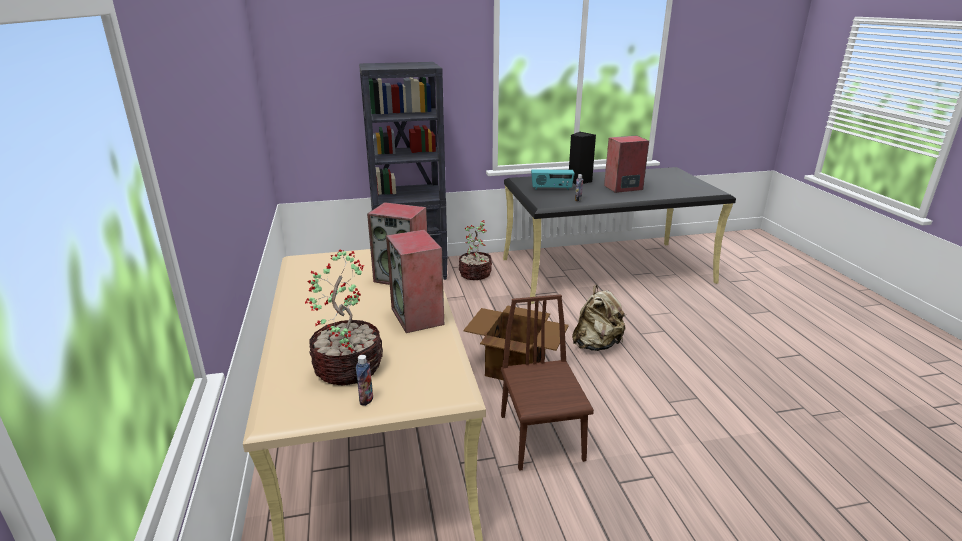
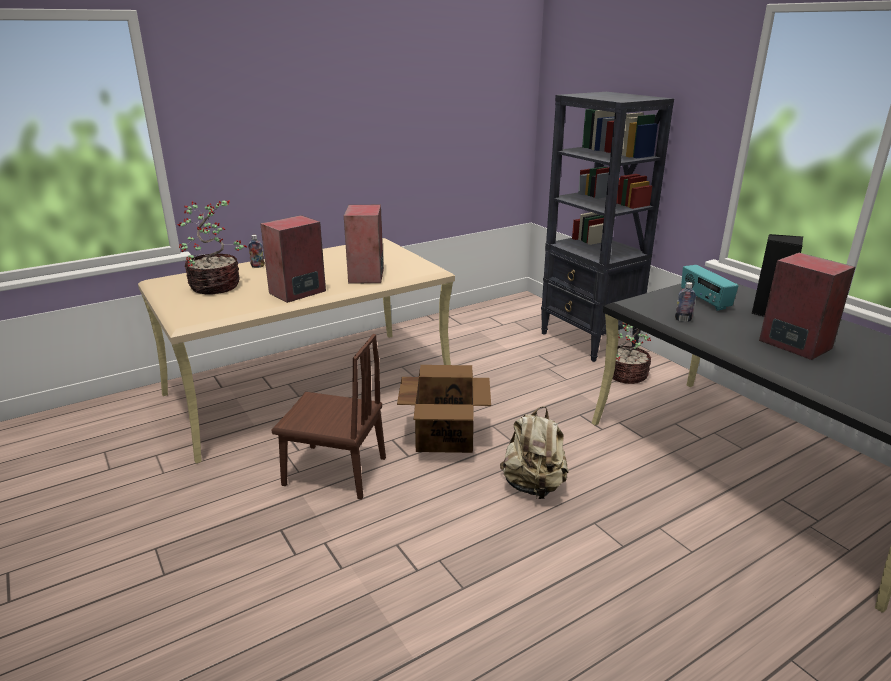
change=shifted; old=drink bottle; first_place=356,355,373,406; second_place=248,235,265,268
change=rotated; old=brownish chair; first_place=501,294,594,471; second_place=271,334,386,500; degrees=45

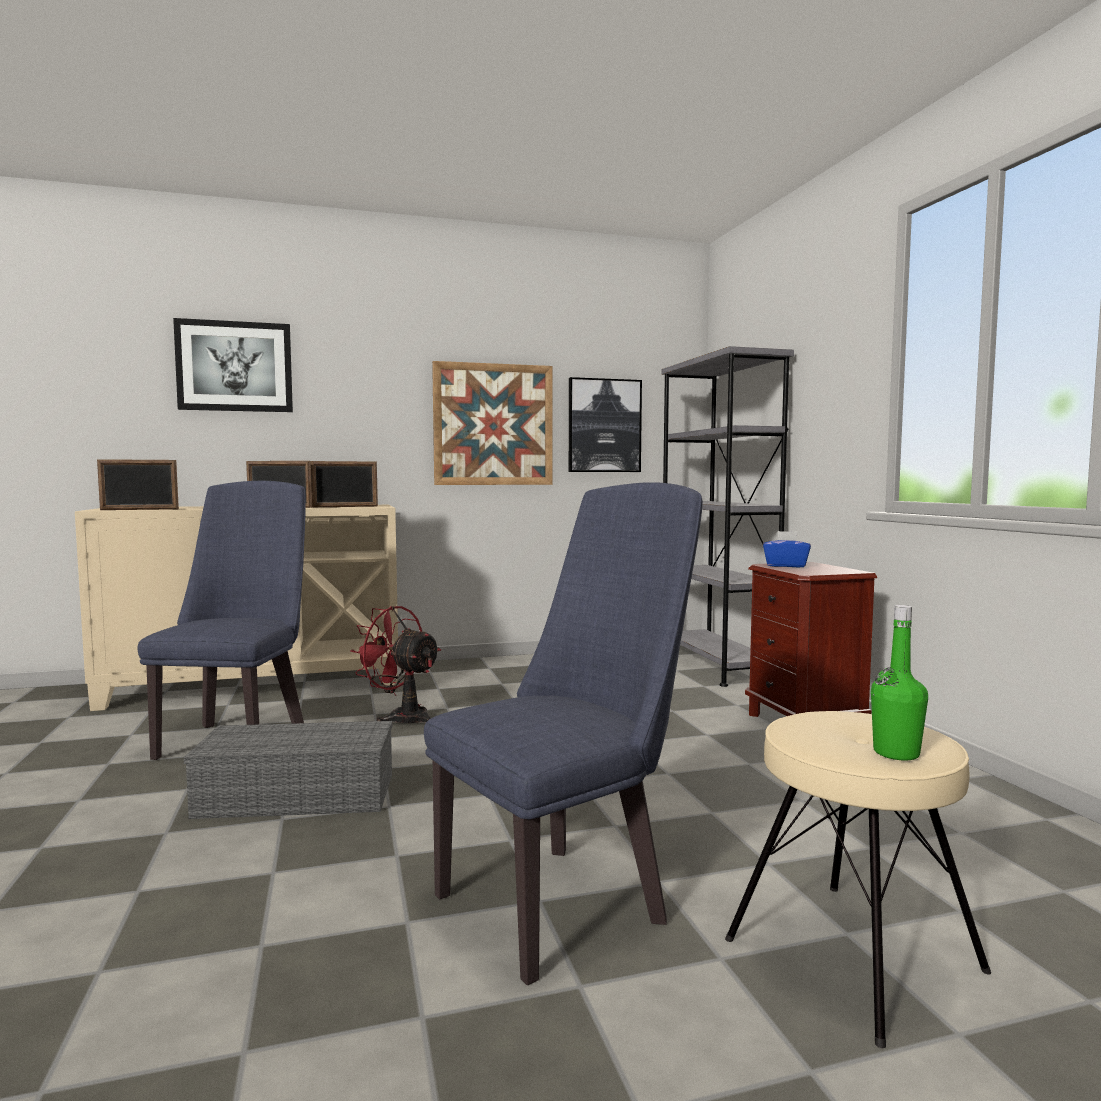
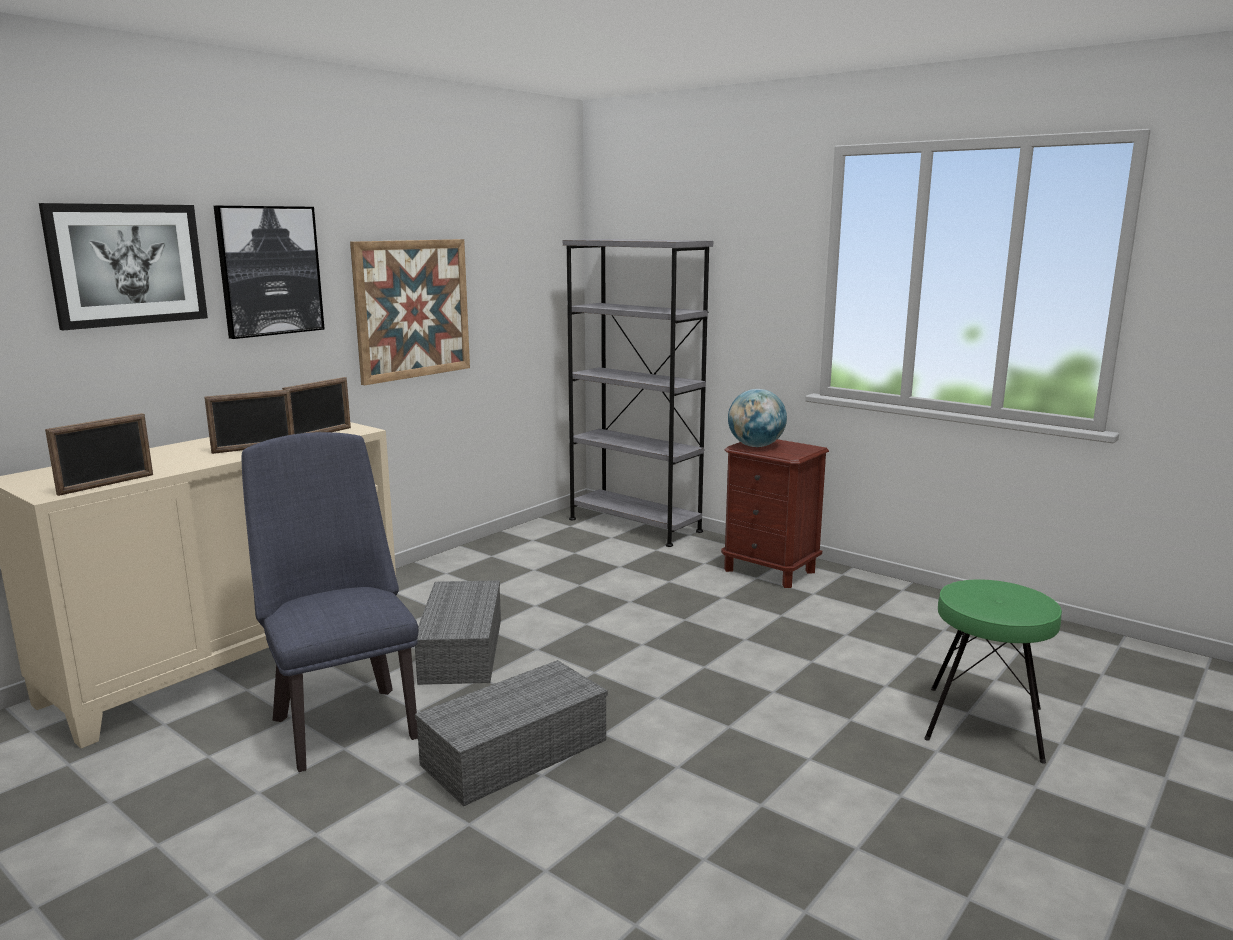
change=shifted; old=wall picture; first_place=569,377,642,472; second_place=214,206,325,339
change=swapped; old=red fan; new=greyish storage bin; first_place=350,606,441,723; second_place=415,580,501,685
change=swapped; old=blue-coloured tissue holder; new=desk globe; first_place=763,531,811,567; second_place=728,389,787,447
change=repainted; old=beige sitting stool; new=green sitting stool; first_place=725,711,991,1048; second_place=924,580,1062,764
change=gone; old=blue-coloured chair; first_place=424,482,703,985
change=gone; old=green drink bottle; first_place=871,605,928,761

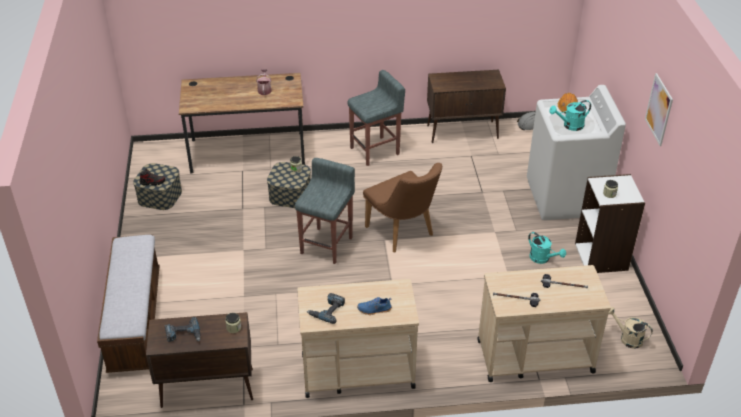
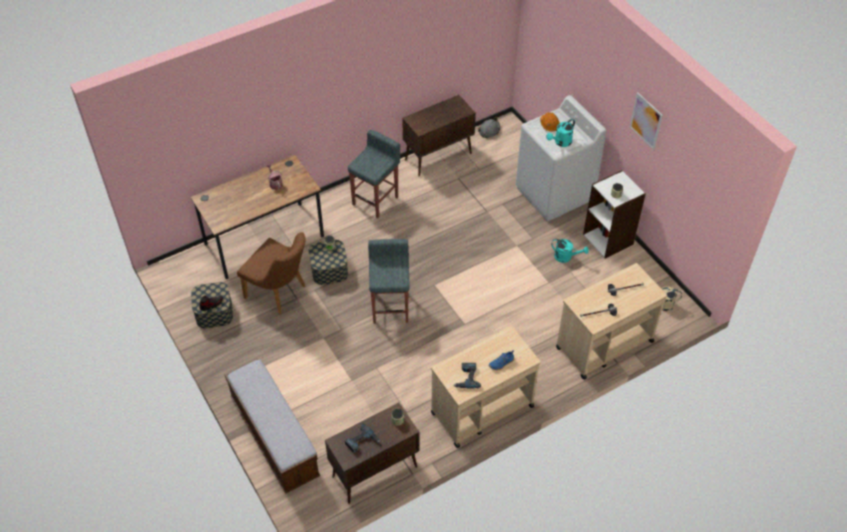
change=shifted; old=brownish chair; first_place=363,163,442,253; second_place=237,232,306,314

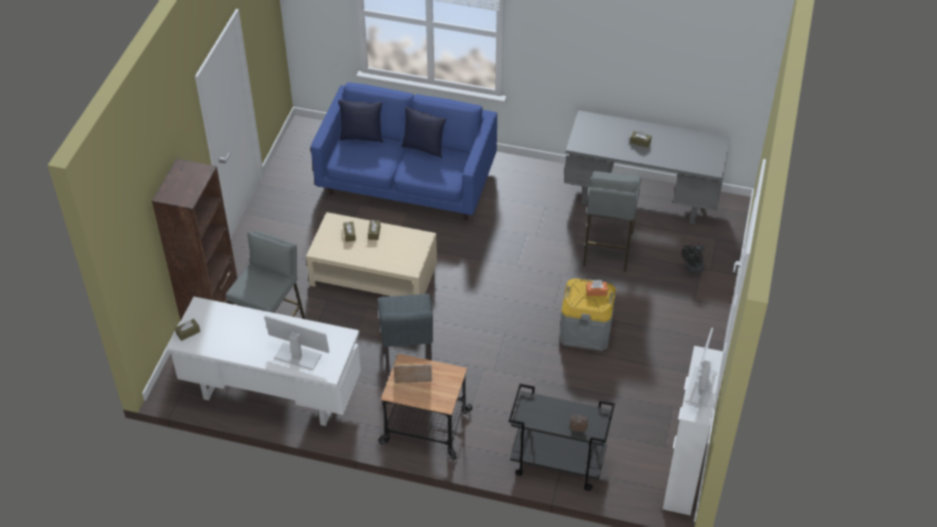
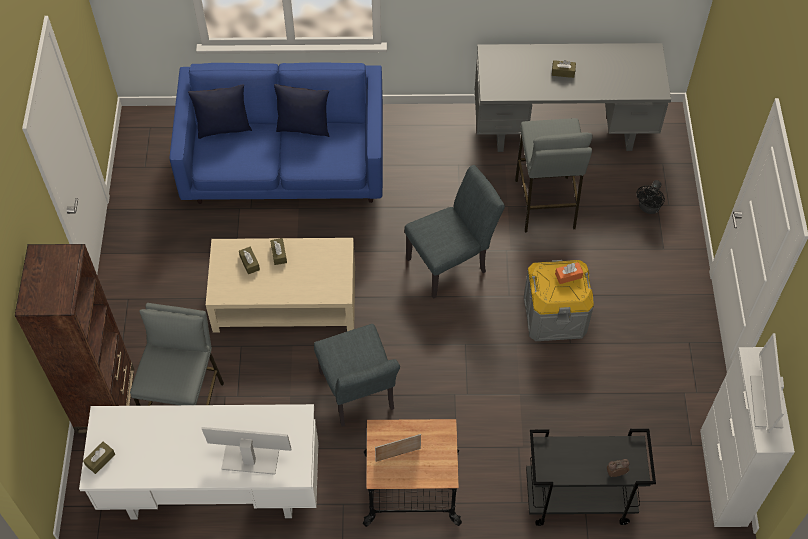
change=new; new=greyish chair; second_place=405,165,505,299

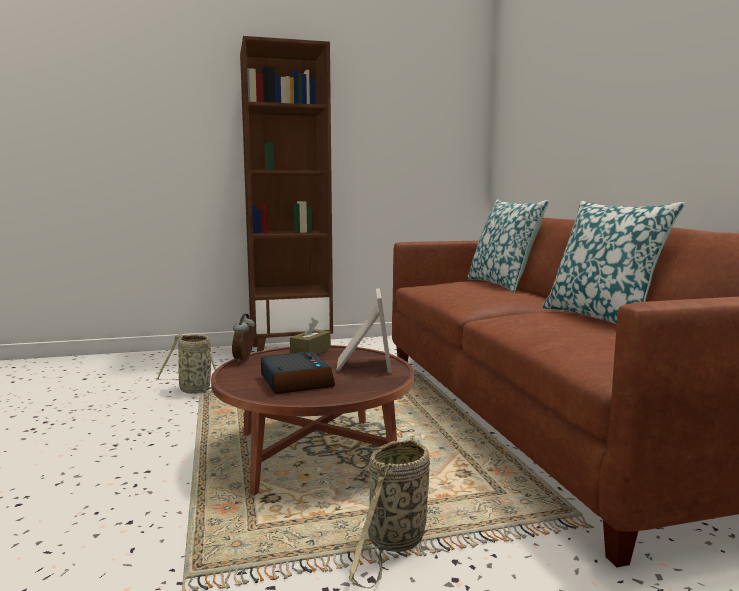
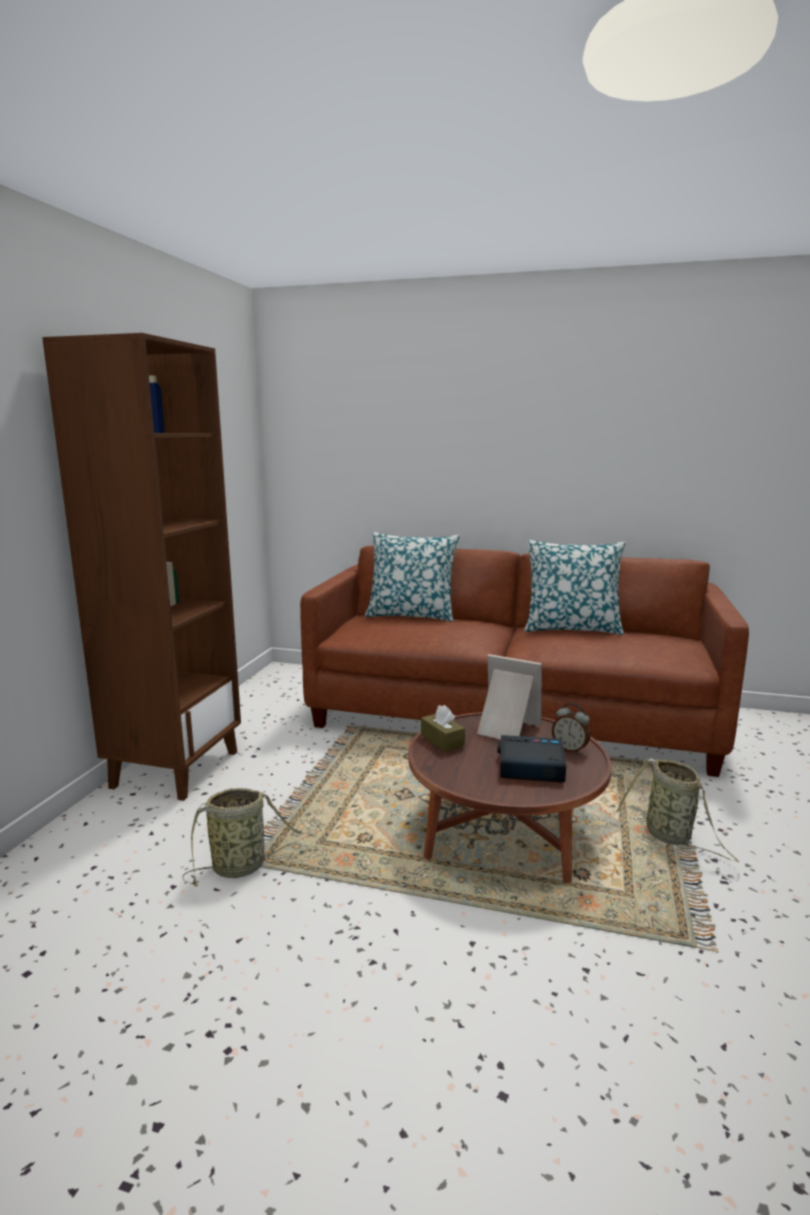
change=shifted; old=table clock; first_place=232,313,255,362; second_place=552,703,591,754

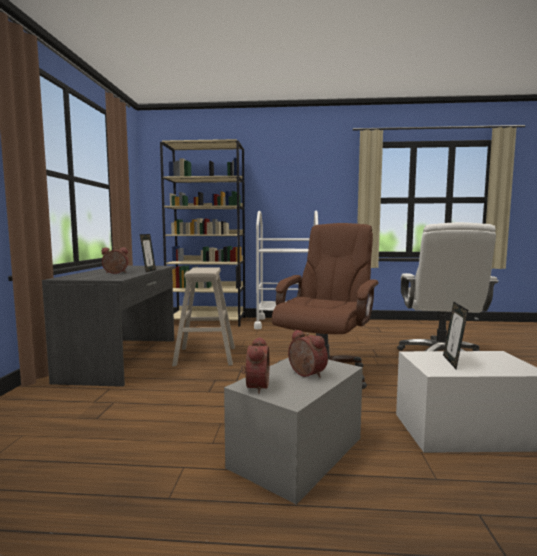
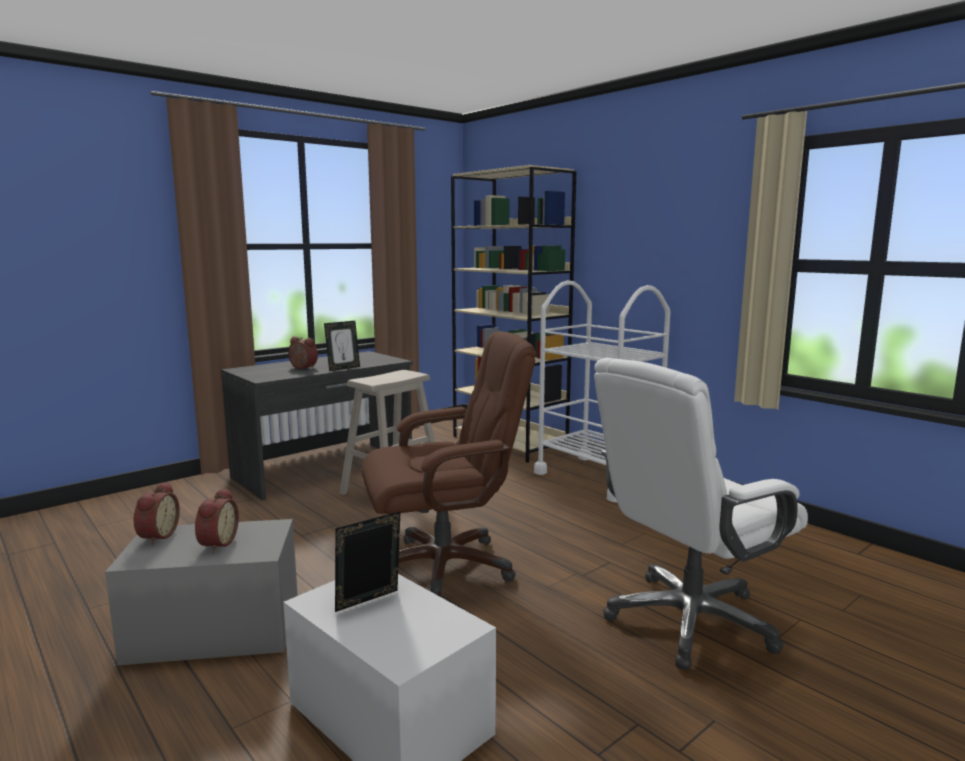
change=rotated; old=table clock; first_place=241,337,270,394; second_place=134,482,180,545; degrees=-45

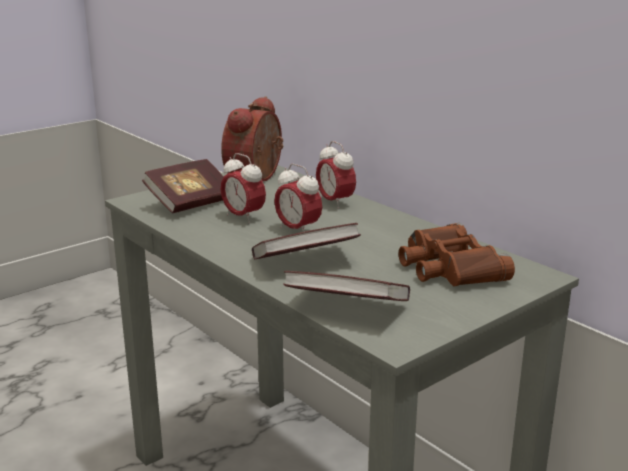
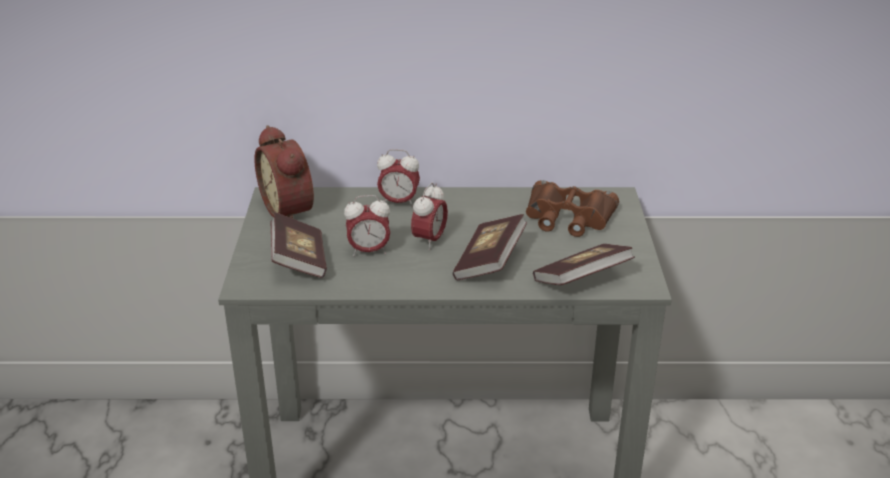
change=rotated; old=table clock; first_place=274,164,322,232; second_place=411,183,448,250; degrees=-60

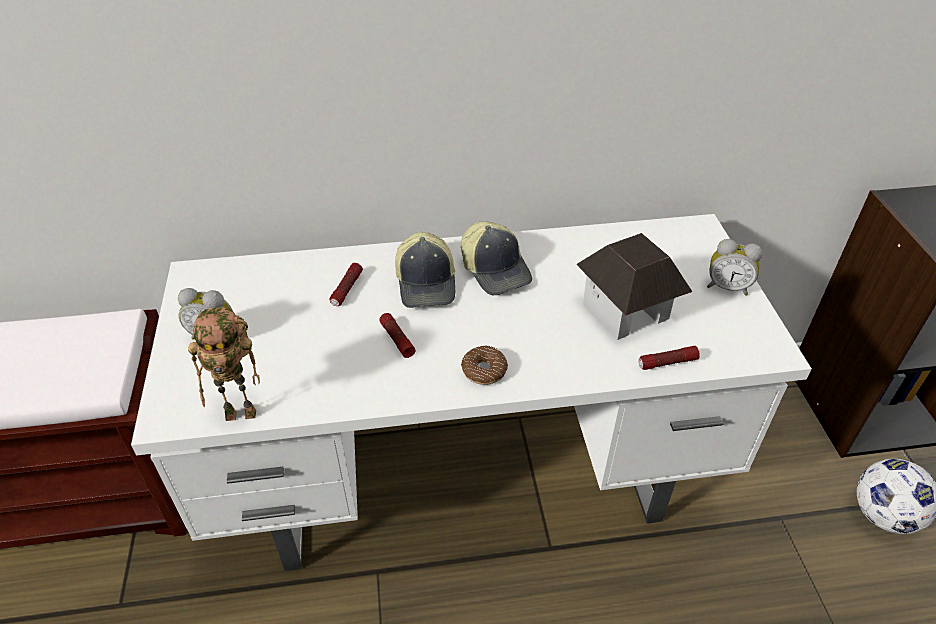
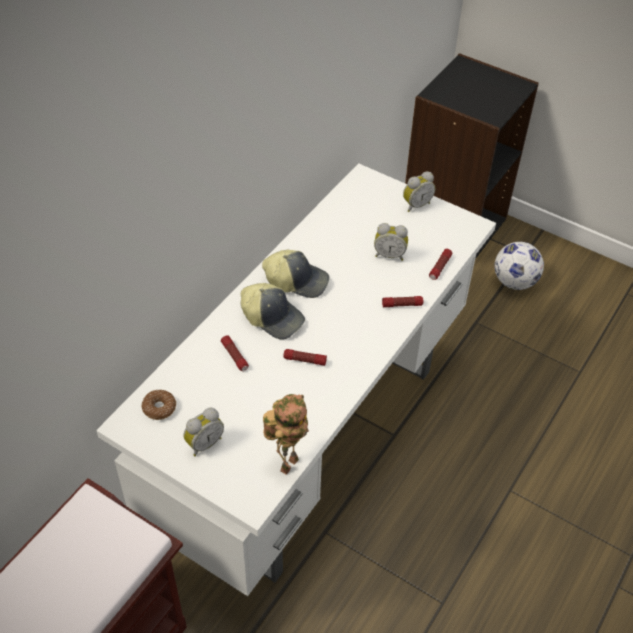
change=shifted; old=ring doughnut; first_place=461,345,508,385; second_place=142,390,176,420
change=swapped; old=model house; new=table clock; first_place=576,233,692,340; second_place=374,223,408,261
change=new; new=torch; second_place=382,296,423,307

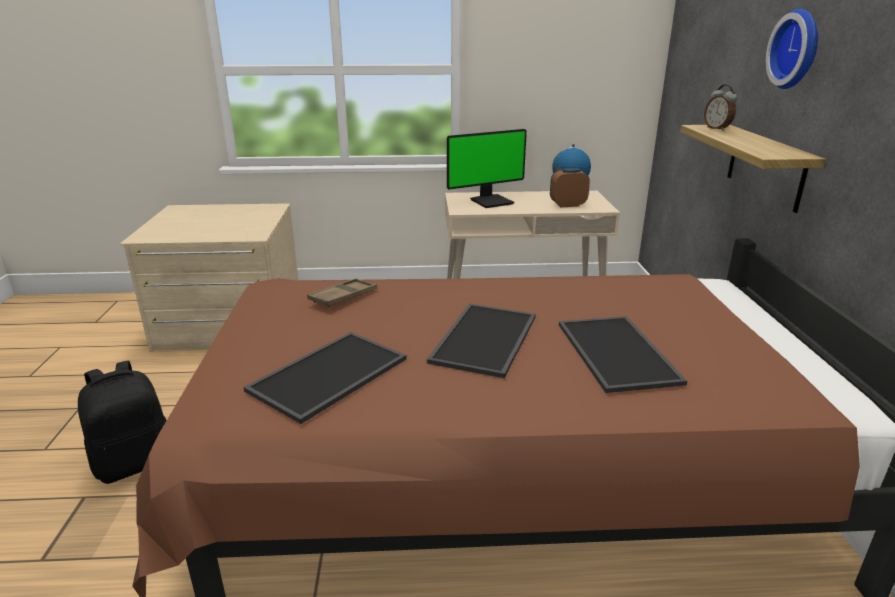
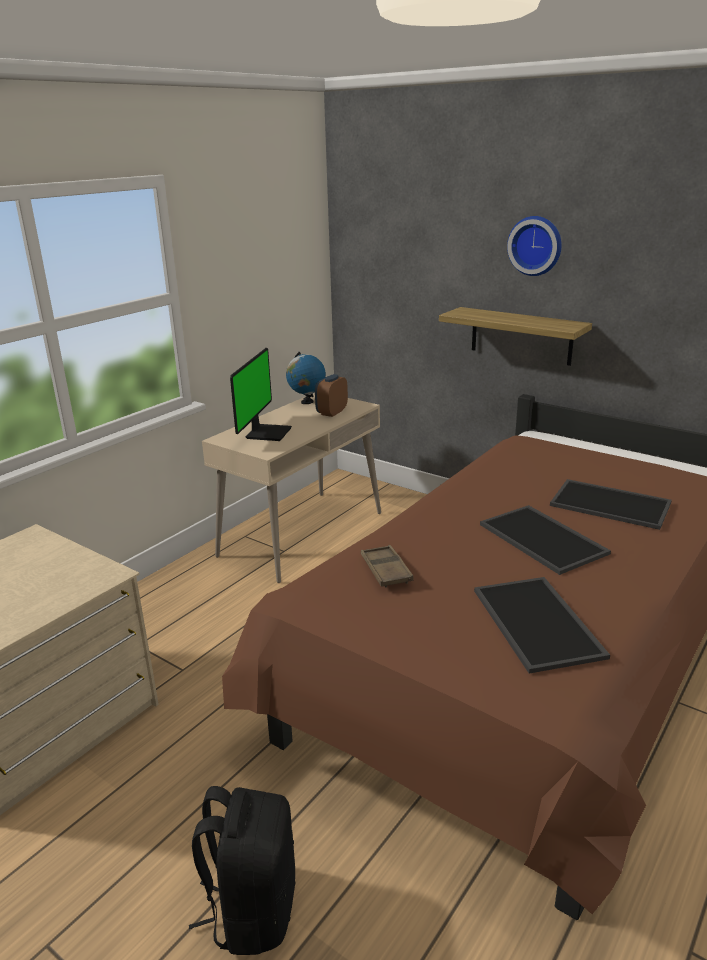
change=gone; old=table clock; first_place=704,84,737,131

